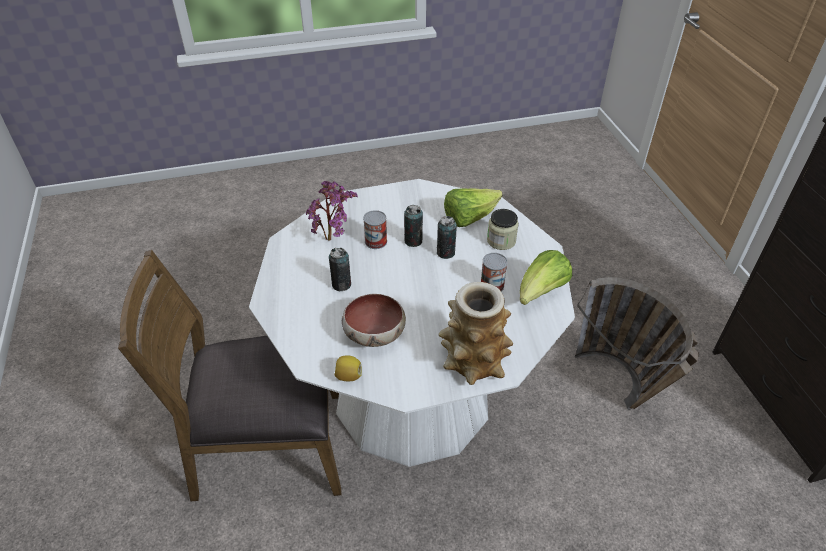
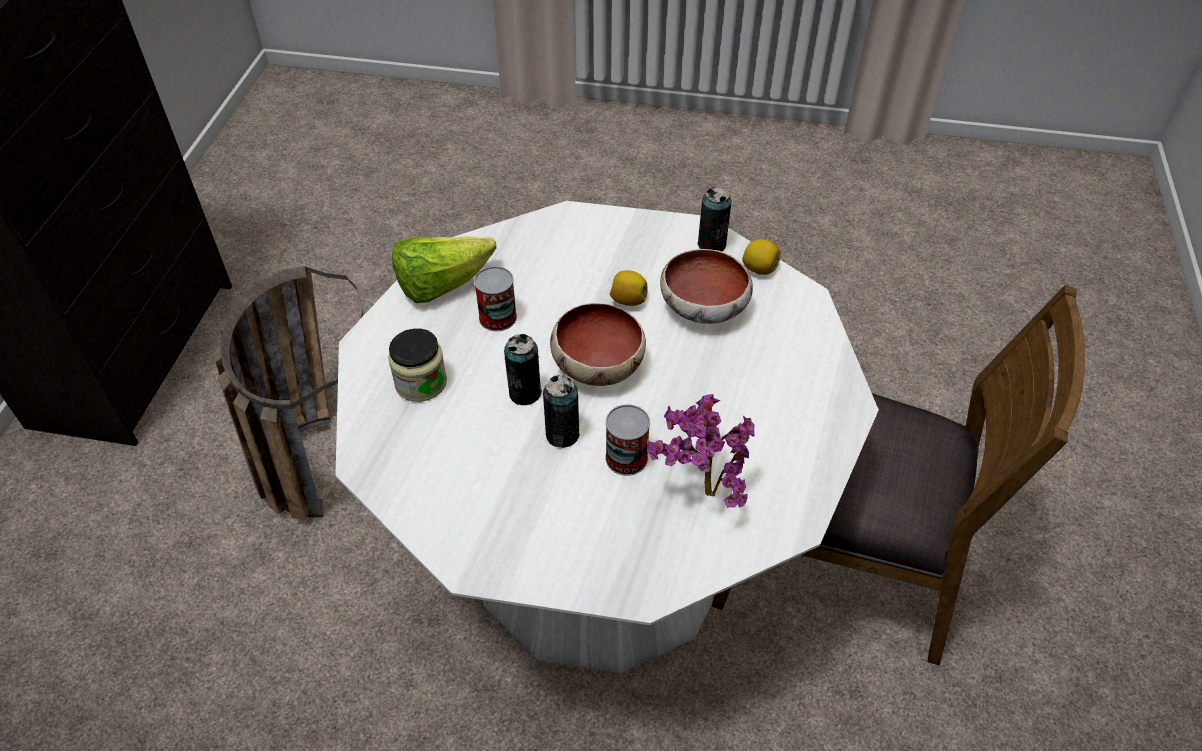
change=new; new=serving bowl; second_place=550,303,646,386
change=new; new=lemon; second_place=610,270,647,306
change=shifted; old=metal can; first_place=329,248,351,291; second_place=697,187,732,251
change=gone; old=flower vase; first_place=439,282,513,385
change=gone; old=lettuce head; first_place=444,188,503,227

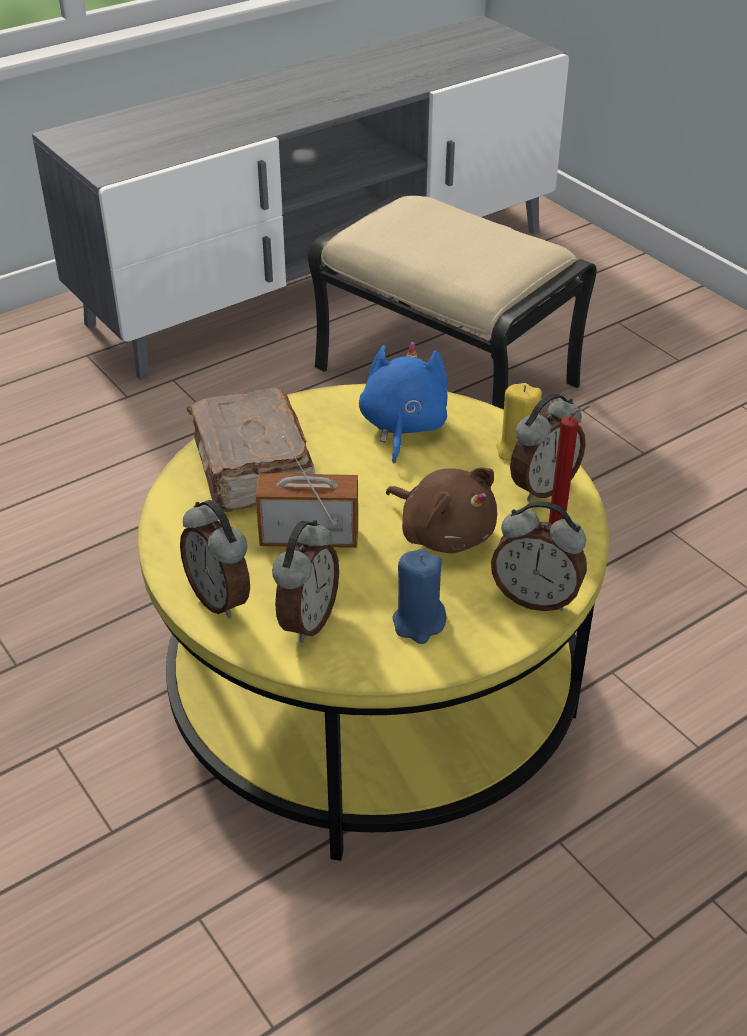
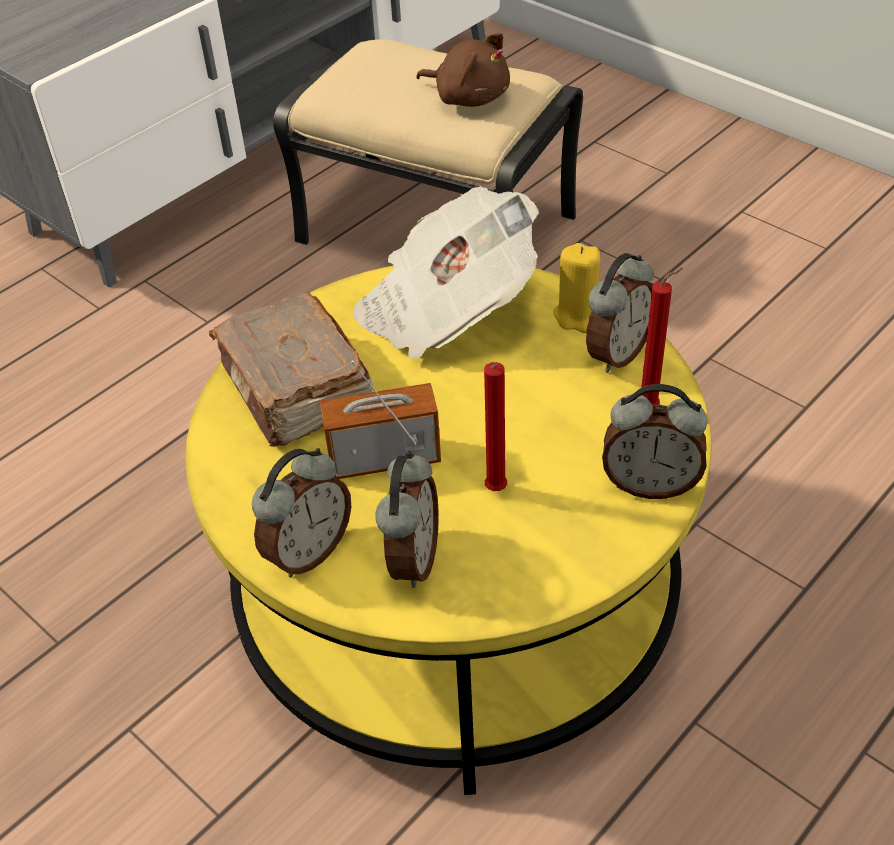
change=rotated; old=table clock; first_place=180,500,250,619; second_place=252,448,351,578; degrees=-90
change=swapped; old=blue-coloured soft toy; new=daily paper; first_place=359,342,447,464; second_place=353,186,539,360
change=shifted; old=brownish soft toy; first_place=386,467,497,553; second_place=416,33,510,107
change=new; new=red candle; second_place=484,362,507,491
change=gone; old=blue-coloured candle; first_place=392,549,446,644

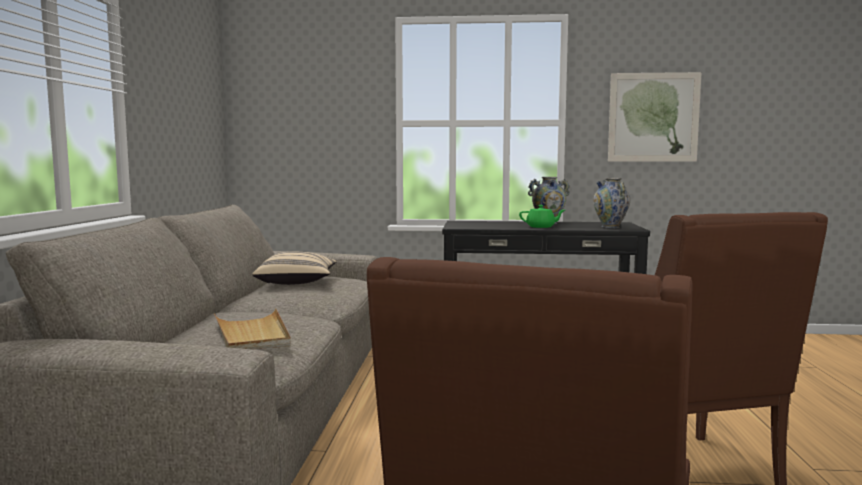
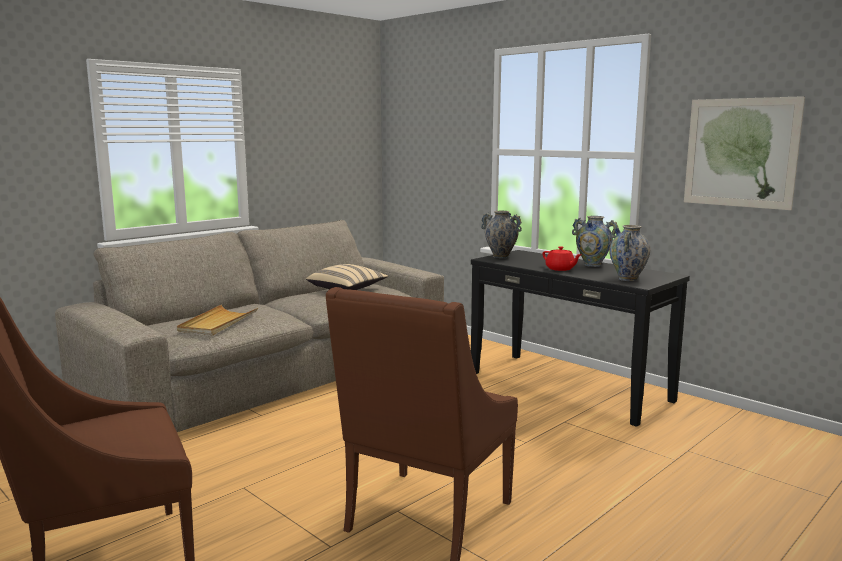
change=new; new=flower vase; second_place=481,211,522,258
change=repainted; old=green teapot; new=red teapot; first_place=519,205,565,228; second_place=543,246,581,271

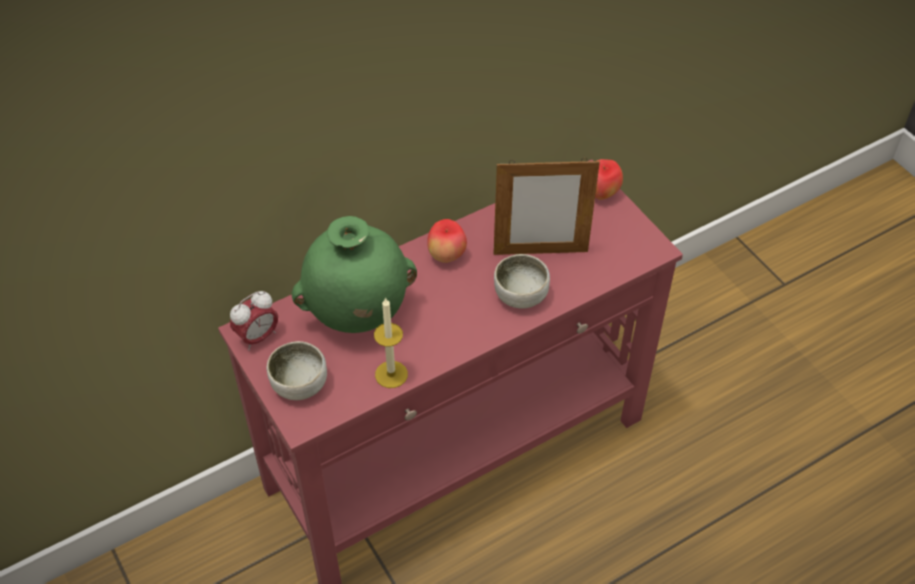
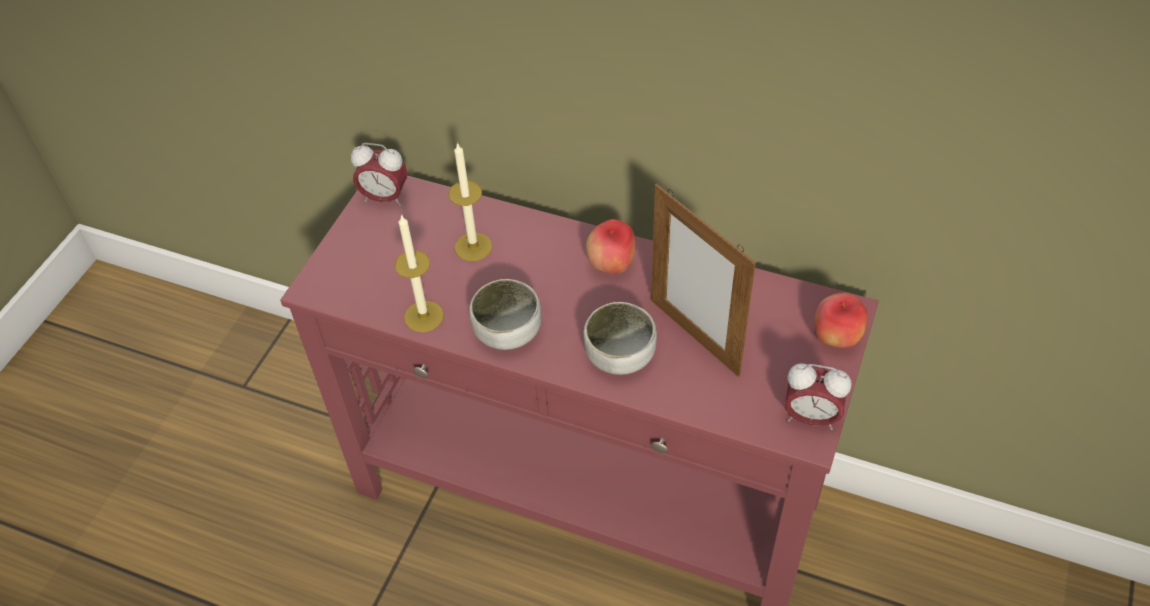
change=swapped; old=green flower vase; new=candle; first_place=292,216,417,333; second_place=448,142,492,261
change=shifted; old=serving bowl; first_place=267,341,327,400; second_place=469,279,542,350
change=new; new=table clock; second_place=784,363,851,430

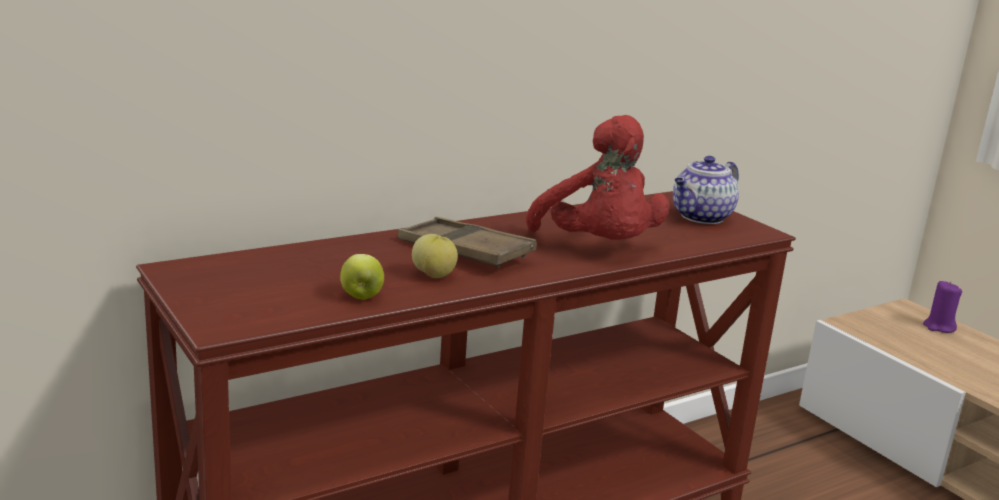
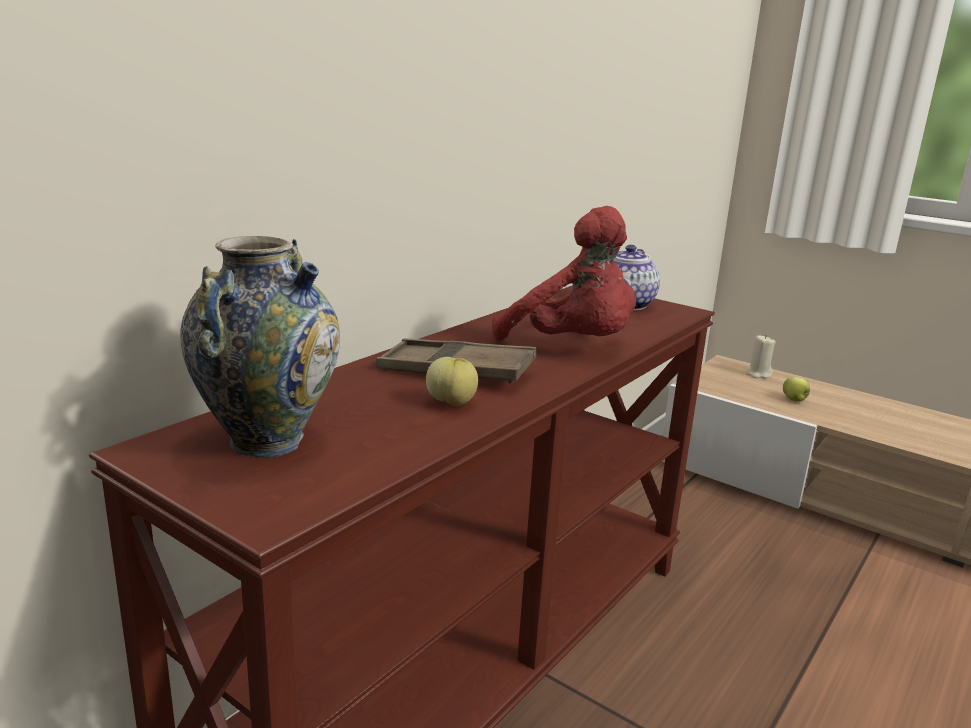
change=new; new=flower vase; second_place=180,236,340,458
change=repainted; old=purple-coloured candle; new=beige candle; first_place=923,281,962,333; second_place=746,335,776,378
change=shifted; old=whole apple; first_place=340,254,384,299; second_place=783,377,810,402

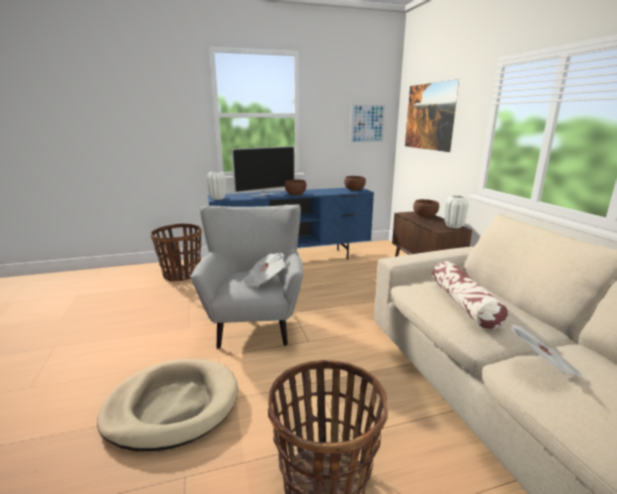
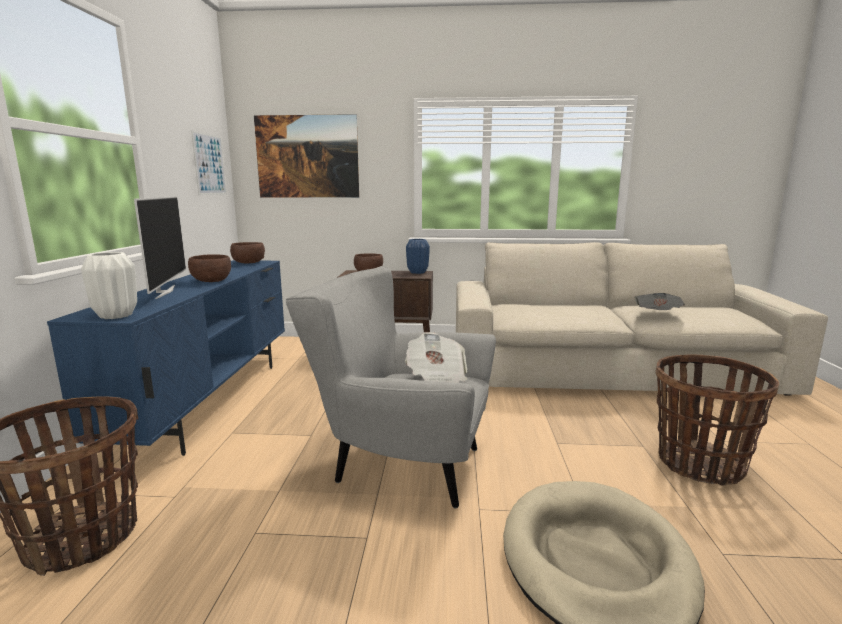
change=repainted; old=white flower vase; new=blue-coloured flower vase; first_place=445,195,469,229; second_place=406,239,430,274
change=gone; old=throw pillow; first_place=432,261,508,329

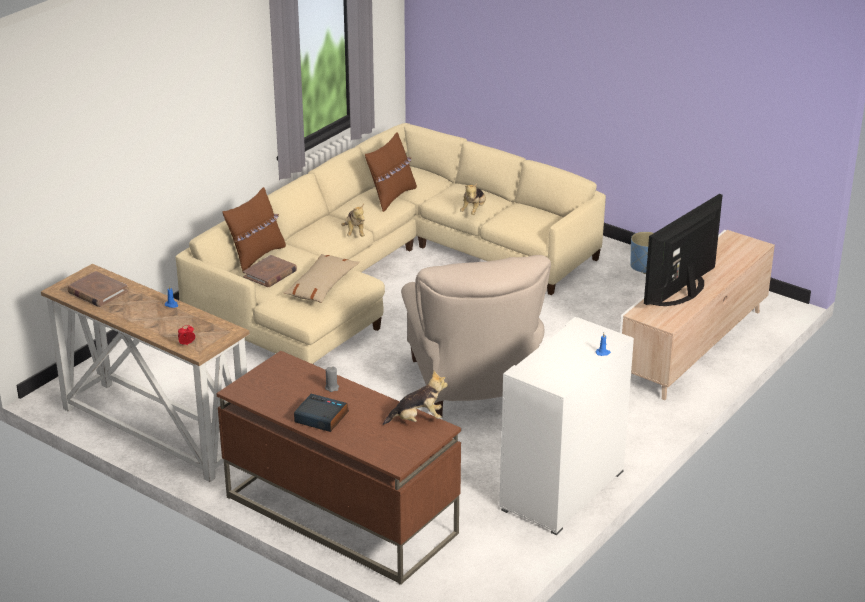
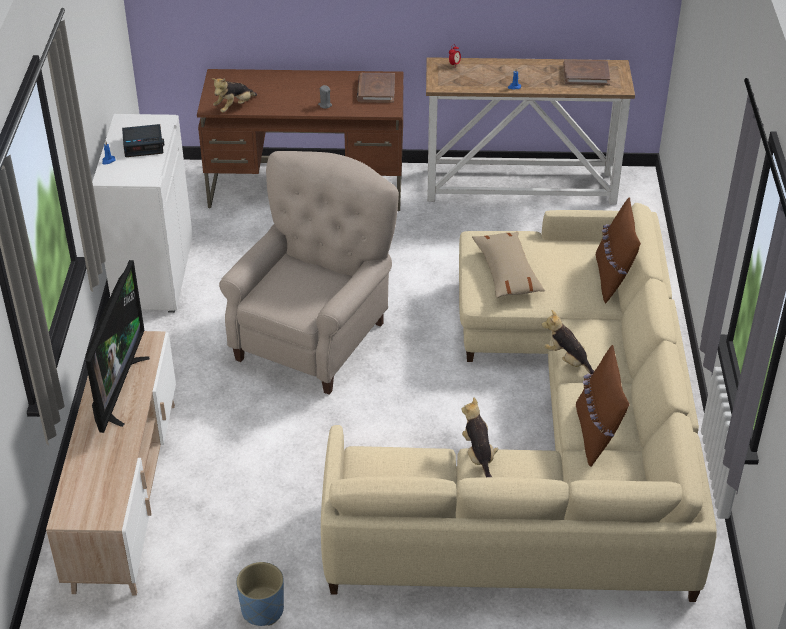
change=shifted; old=table clock; first_place=294,394,349,432; second_place=122,124,165,157
change=rotated; old=beige easy chair; first_place=401,255,551,418; second_place=219,151,399,395; degrees=75
change=shifted; old=brownish volume; first_place=243,255,297,287; second_place=357,73,395,103

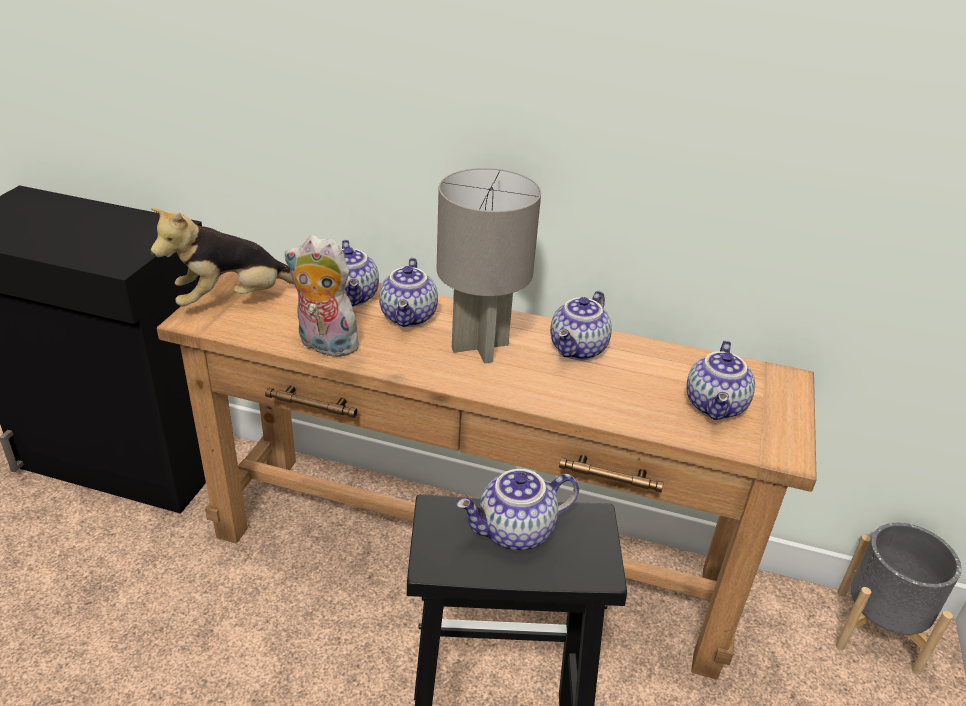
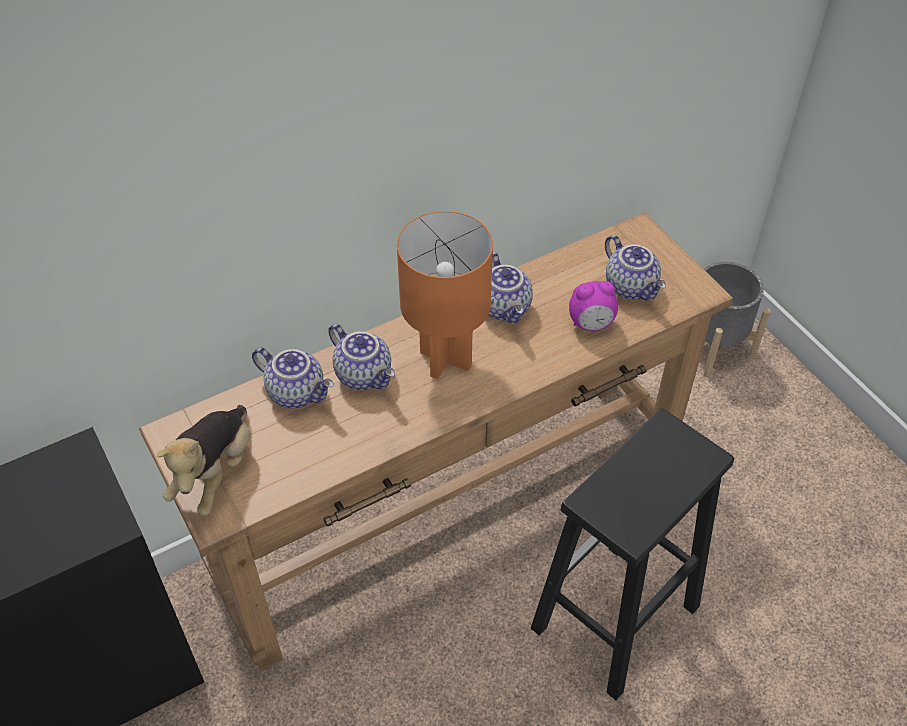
change=repainted; old=greyish lamp for a table; new=orange lamp for a table; first_place=437,168,541,363; second_place=397,211,493,379
change=new; new=table clock; second_place=569,281,618,331
change=gone; old=soft toy; first_place=285,235,359,357
change=gone; old=teapot; first_place=457,469,579,551

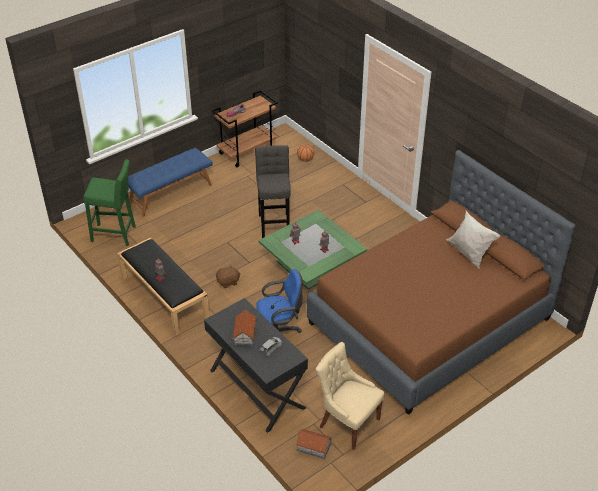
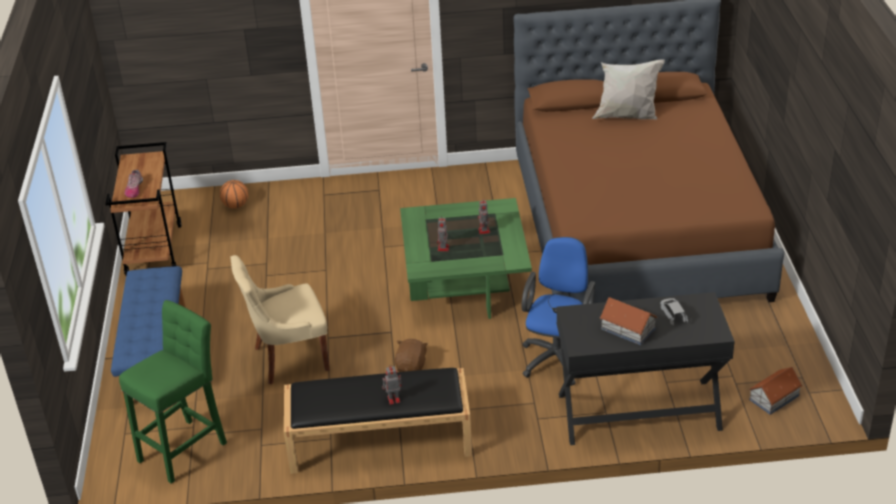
change=shifted; old=beige chair; first_place=316,342,385,450; second_place=230,255,330,384
change=gone; old=greyish sitting stool; first_place=255,145,291,238

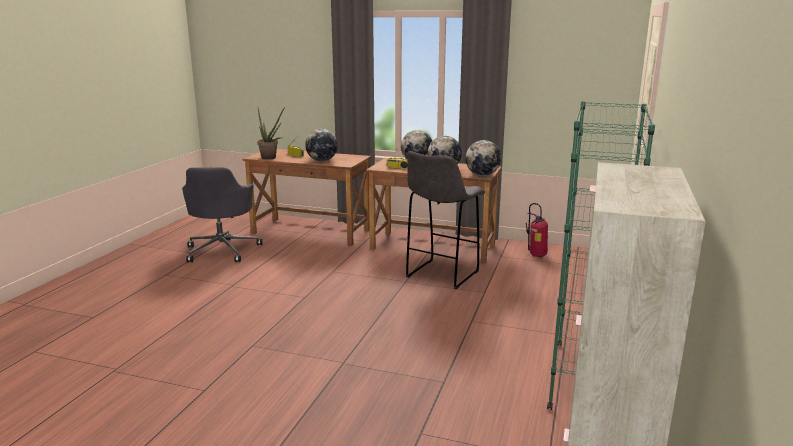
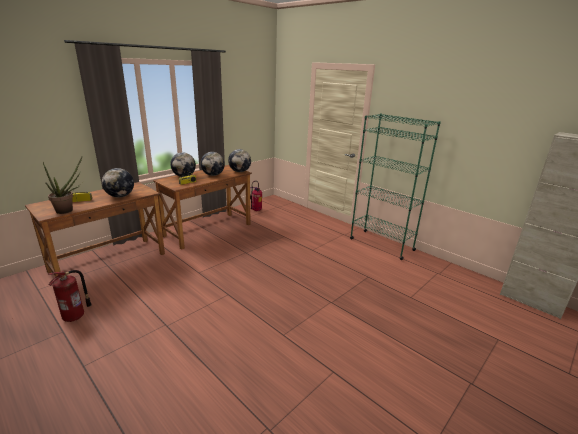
change=swapped; old=greyish computer chair; new=fire-fighting cylinder; first_place=182,167,262,262; second_place=49,270,92,322
change=gone; old=greyish sitting stool; first_place=406,151,485,290

